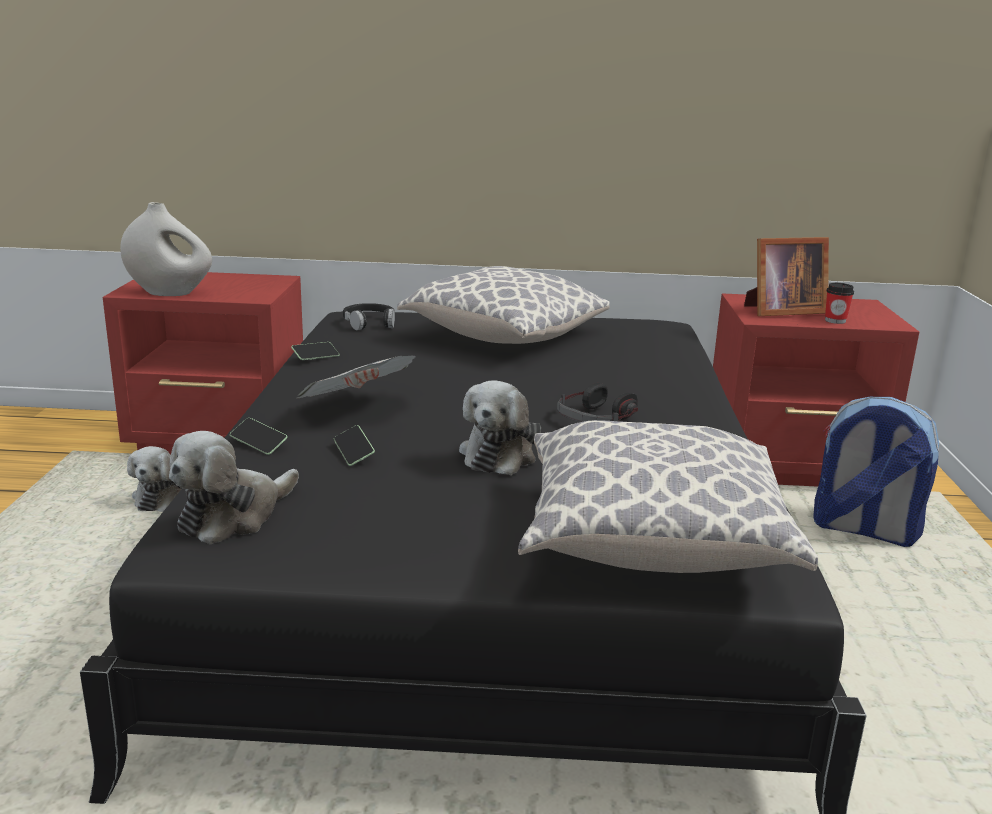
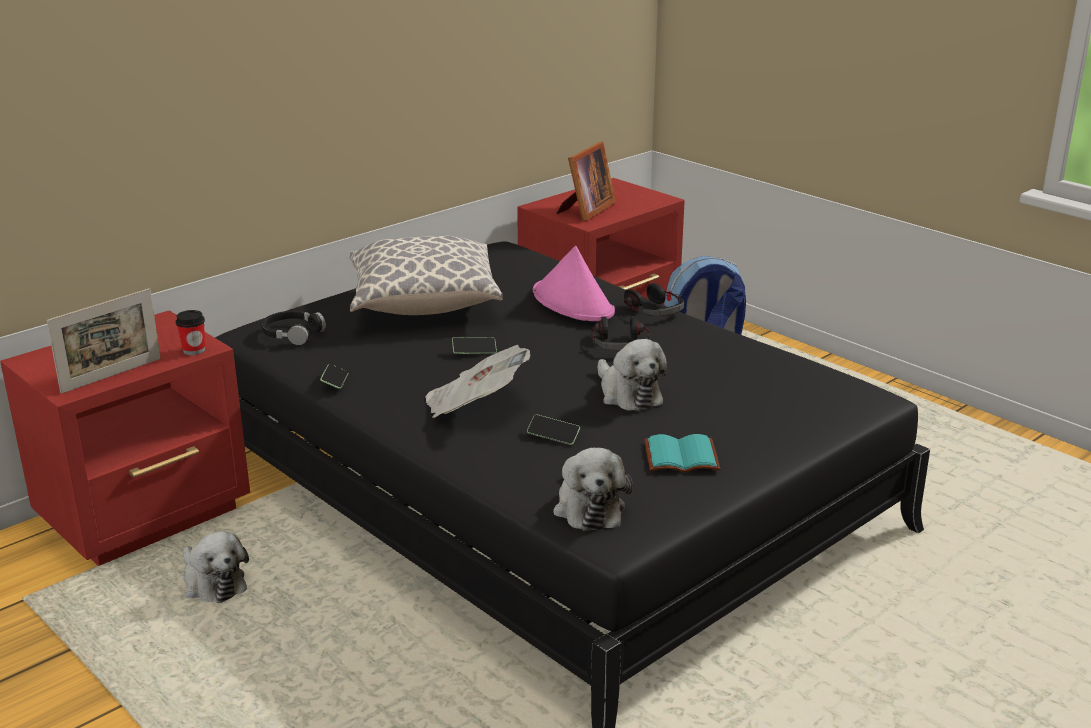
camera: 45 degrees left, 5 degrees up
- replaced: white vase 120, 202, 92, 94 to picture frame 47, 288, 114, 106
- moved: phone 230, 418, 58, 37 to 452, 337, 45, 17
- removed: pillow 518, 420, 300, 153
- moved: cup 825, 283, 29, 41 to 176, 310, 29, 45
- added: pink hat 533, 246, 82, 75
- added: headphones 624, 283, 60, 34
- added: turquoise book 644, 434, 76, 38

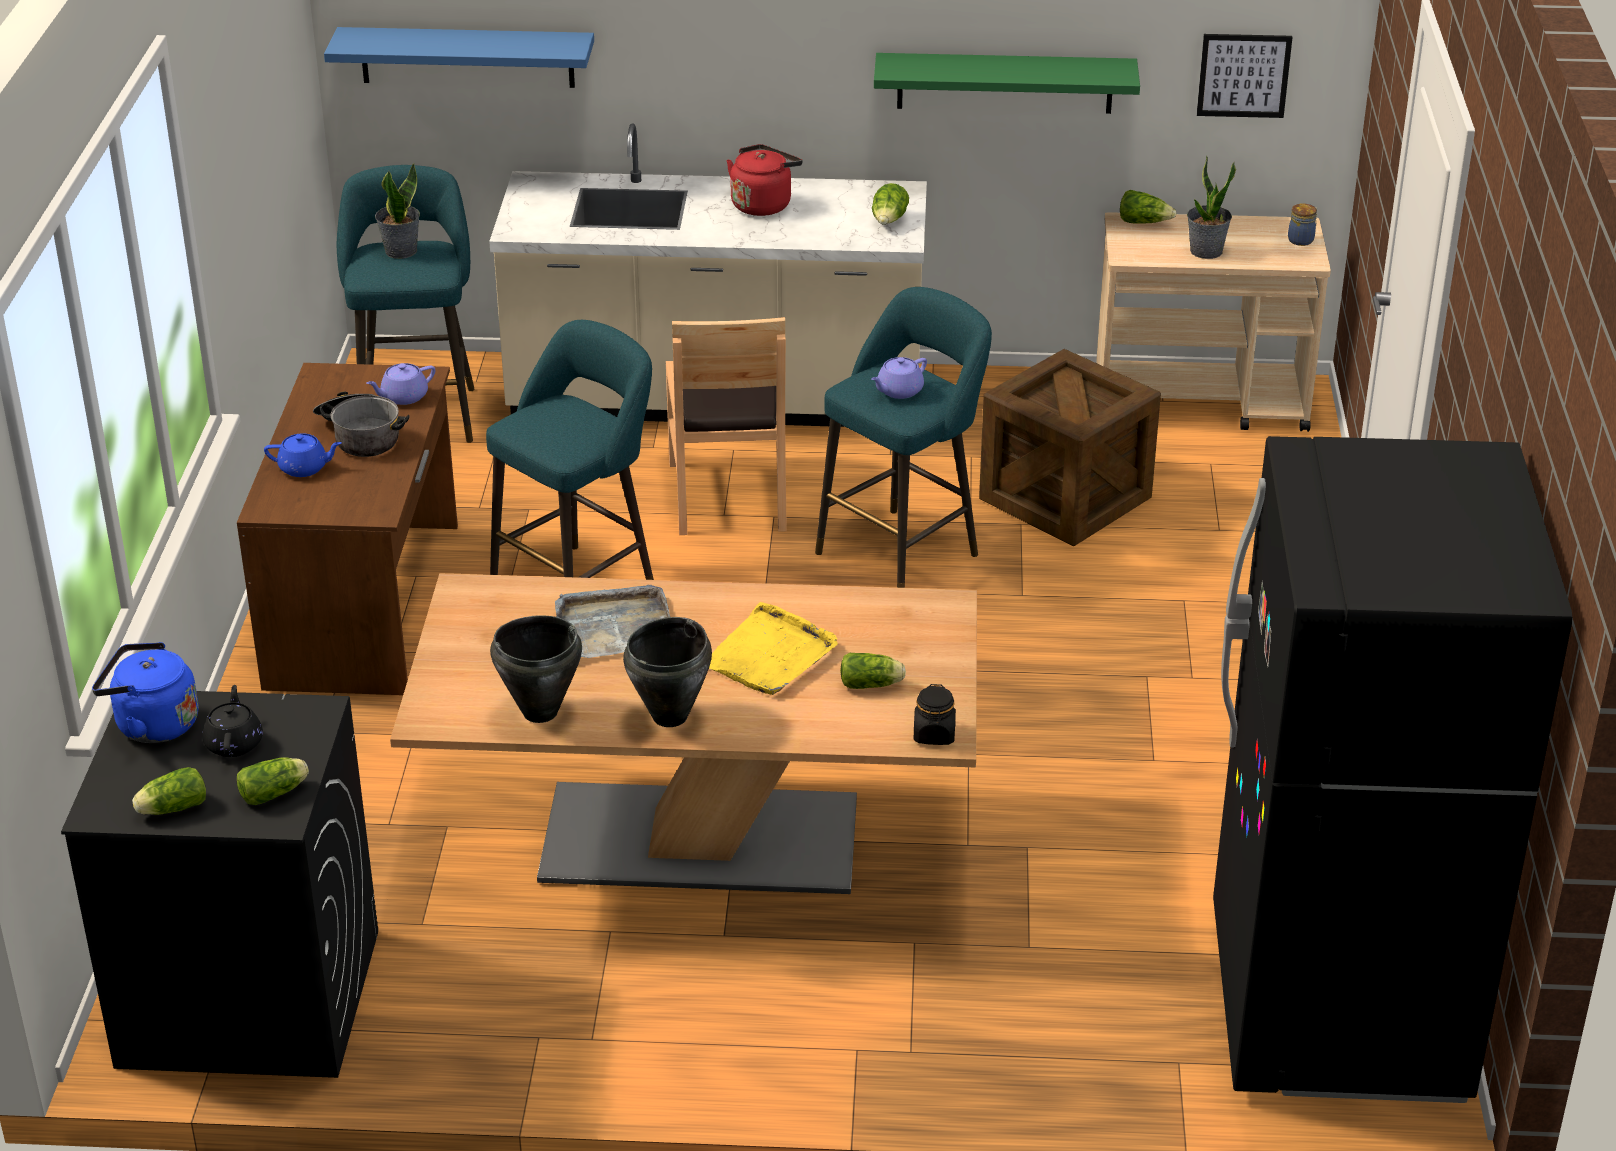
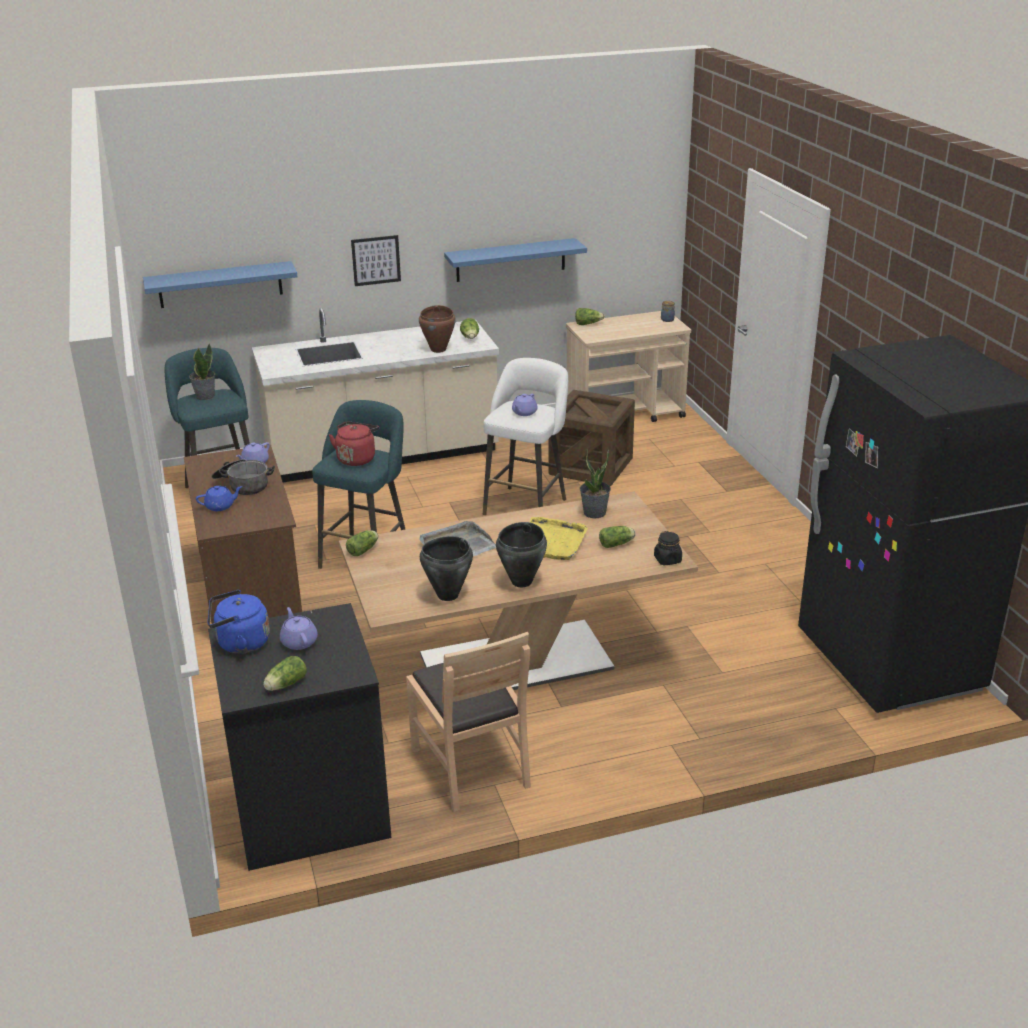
camera: 20 degrees left, 5 degrees down
- recoloured: black teapot 202, 685, 61, 72 to purple teapot 280, 607, 38, 43
- moved: lettuce 237, 757, 72, 48 to 346, 530, 32, 26
- moved: brown chair 666, 317, 121, 218 to 406, 632, 125, 180
- moved: red kettle 727, 144, 75, 72 to 329, 422, 50, 44
- recoloured: turquoise stool 815, 287, 177, 301 to white stool 483, 358, 85, 157
- recoloured: green shelf 874, 53, 266, 61 to blue shelf 444, 238, 143, 44
- moved: potted plant 1187, 155, 49, 104 to 580, 449, 31, 69
- moved: picture 1197, 34, 95, 84 to 351, 235, 50, 51
- added: brown cooking pot 419, 305, 37, 48

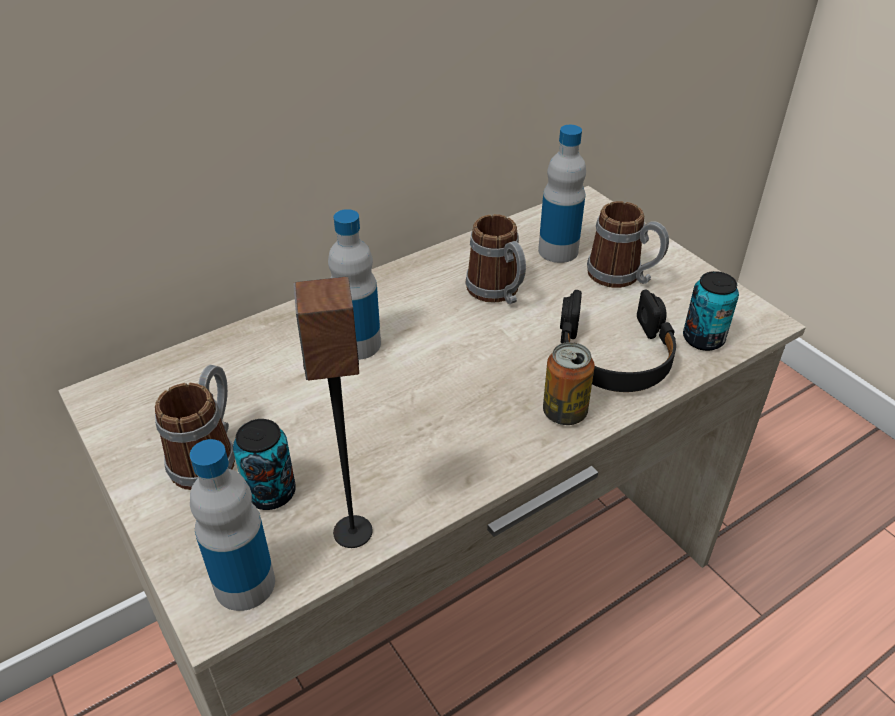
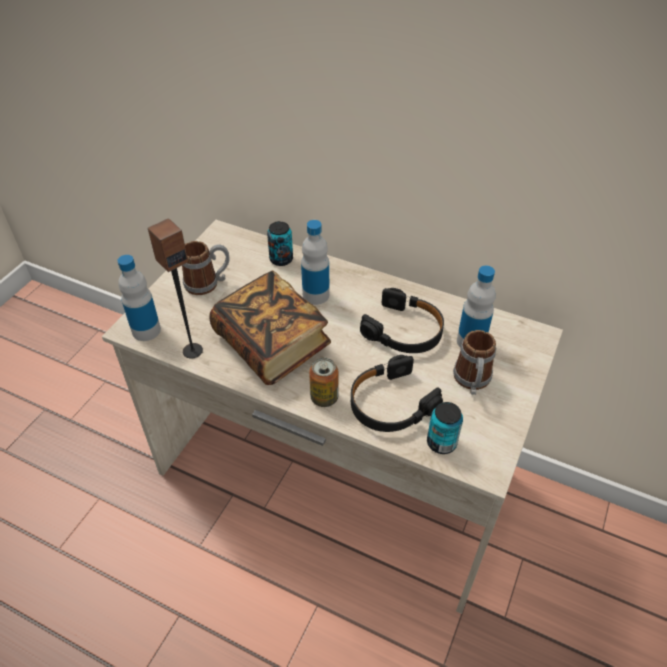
camera: 60 degrees right, 5 degrees up
- moved: can 233, 419, 63, 91 to 267, 221, 26, 45
- replaced: mug 465, 214, 61, 90 to black headphones 360, 288, 84, 65
- added: book 209, 271, 122, 114

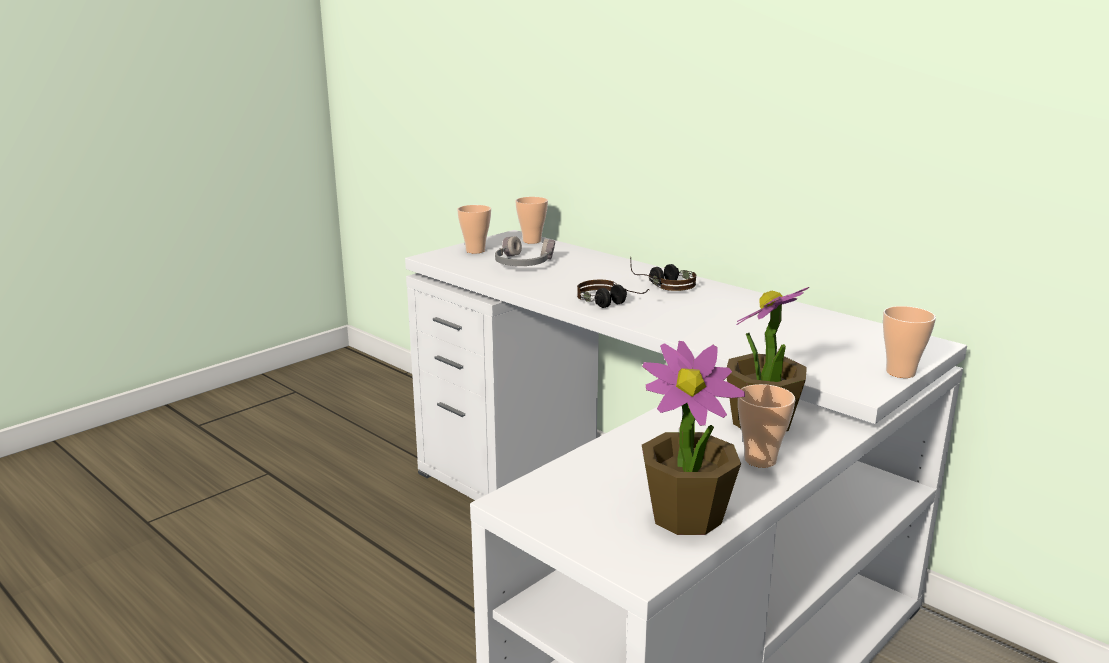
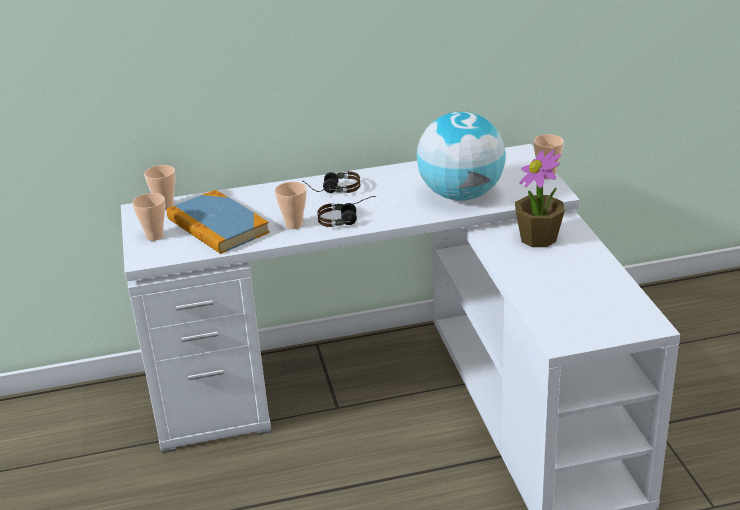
camera: 55 degrees left, 10 degrees up
- replaced: grey headphones 495, 236, 60, 30 to book 167, 190, 103, 64
- removed: potted plant 642, 341, 103, 194
- moved: cup 738, 384, 57, 84 to 275, 182, 31, 47
- added: globe 417, 111, 89, 90

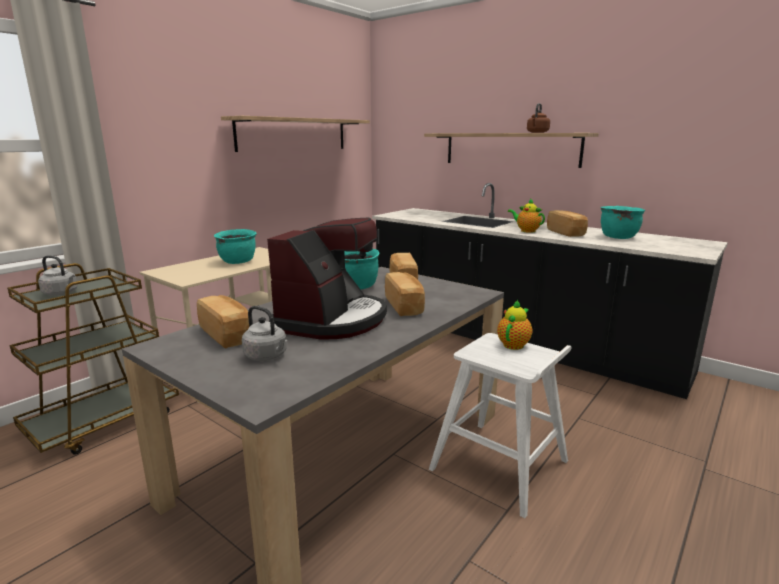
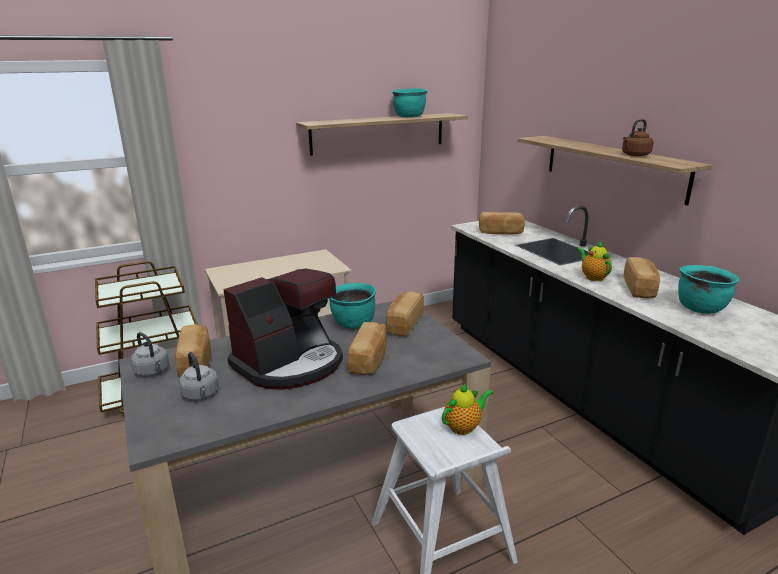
camera: 25 degrees right, 5 degrees up
- moved: grey kettle 38, 255, 40, 41 to 131, 332, 38, 45
- moved: turquoise cooking pot 214, 229, 43, 35 to 392, 88, 36, 29
- added: bread 479, 212, 46, 22

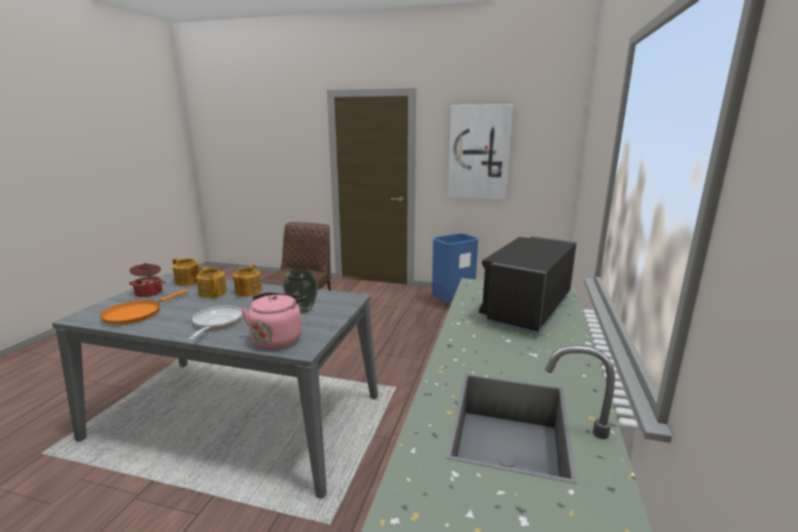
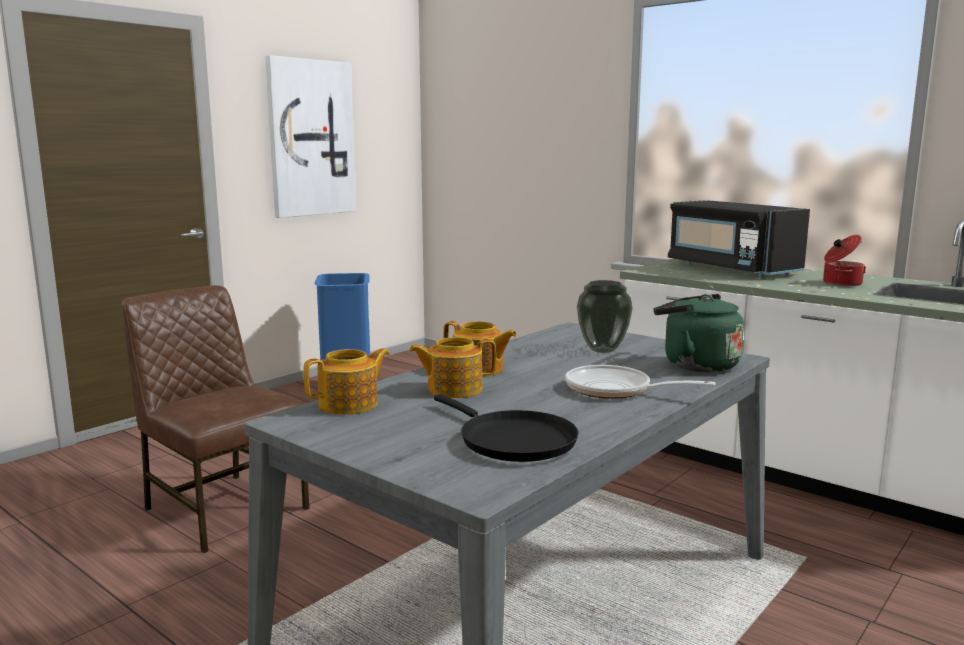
camera: 65 degrees left, 5 degrees down
- recoloured: orange frying pan 100, 290, 88, 35 to black frying pan 434, 394, 144, 68
- moved: cooking pot 129, 263, 36, 34 to 823, 235, 43, 51
- recoloured: pink kettle 241, 292, 66, 57 to green kettle 654, 294, 90, 78

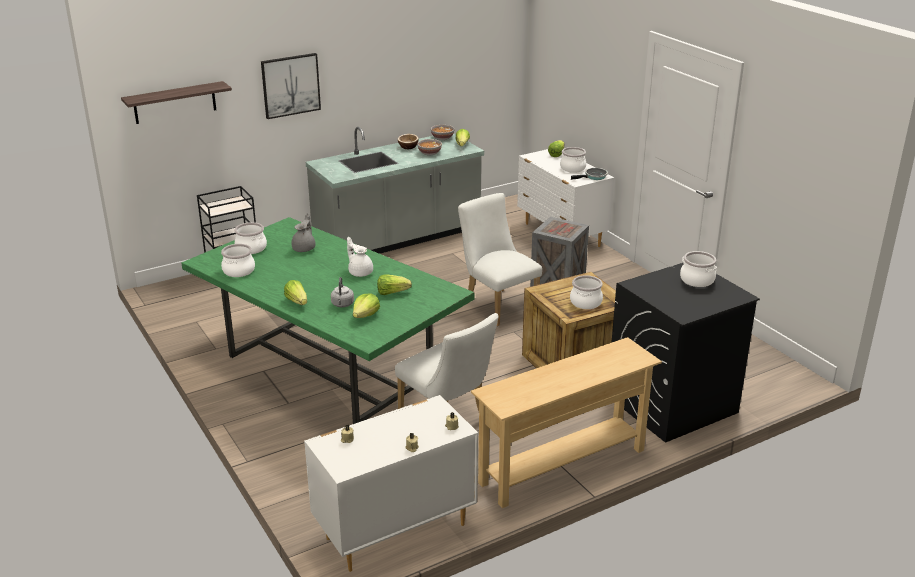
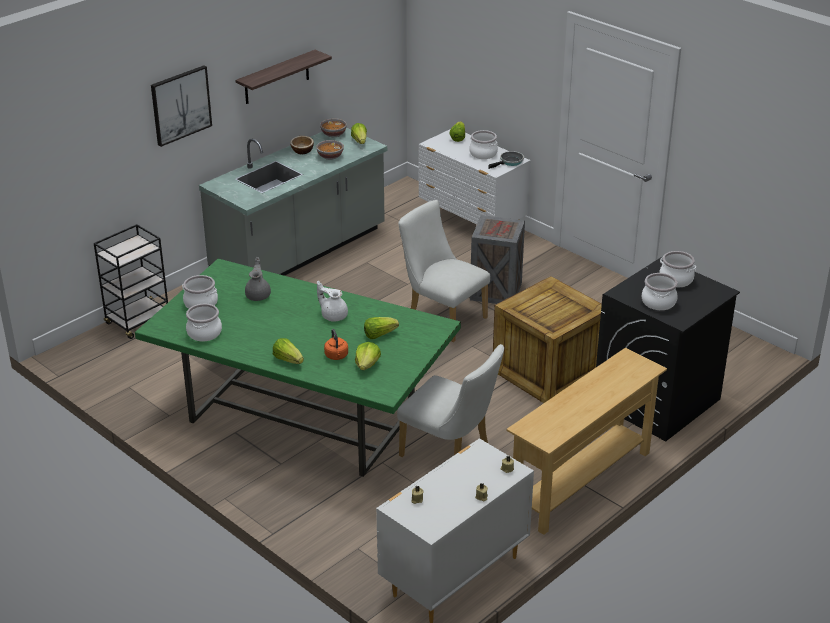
camera: 15 degrees left, 5 degrees up
- moved: shelf 121, 81, 111, 43 to 236, 50, 96, 54
- recoloured: grey kettle 331, 277, 23, 30 to orange kettle 324, 329, 24, 31
- moved: cooking pot 570, 275, 33, 34 to 642, 273, 36, 37

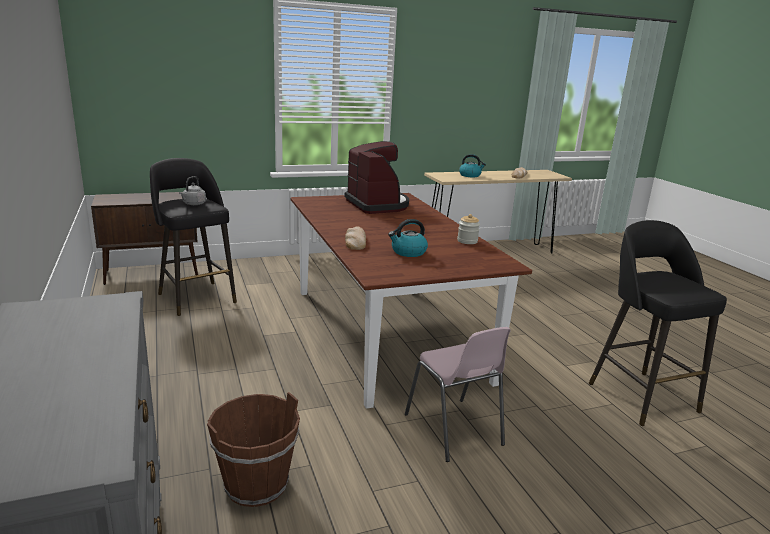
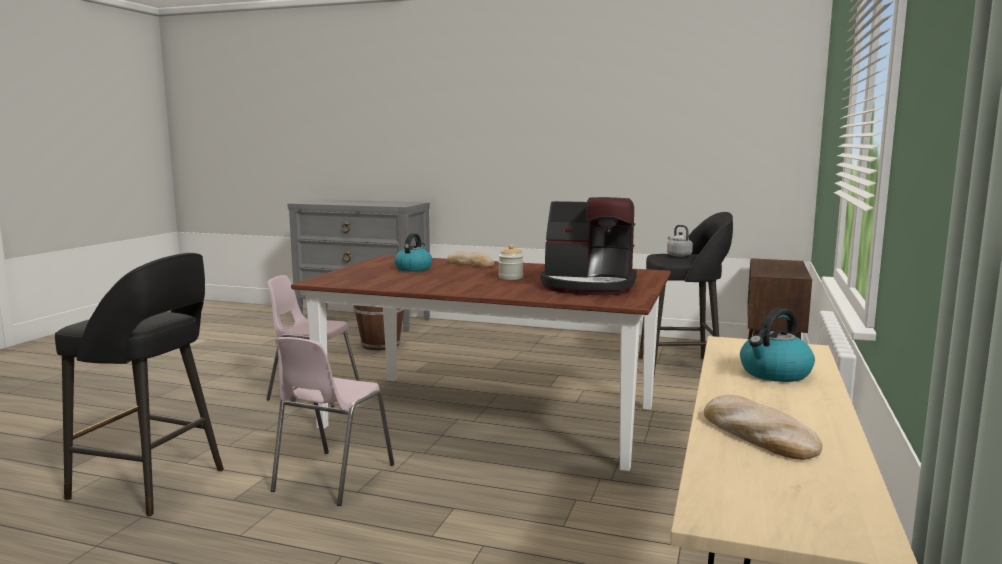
camera: 130 degrees right, 10 degrees down
- moved: jar 457, 214, 23, 30 to 499, 244, 24, 36
- added: pink chair 271, 337, 123, 169

